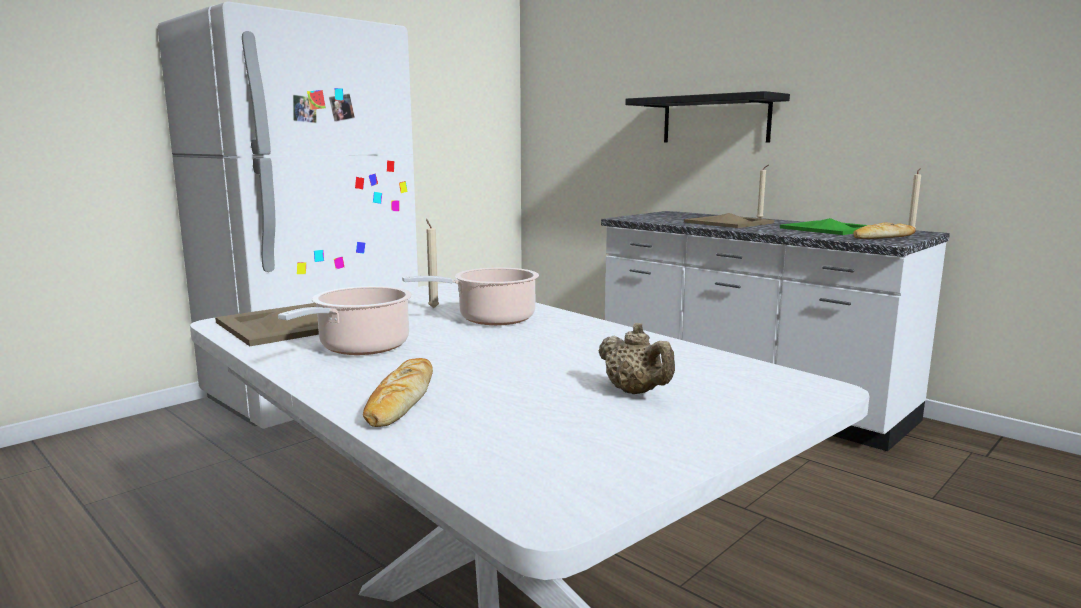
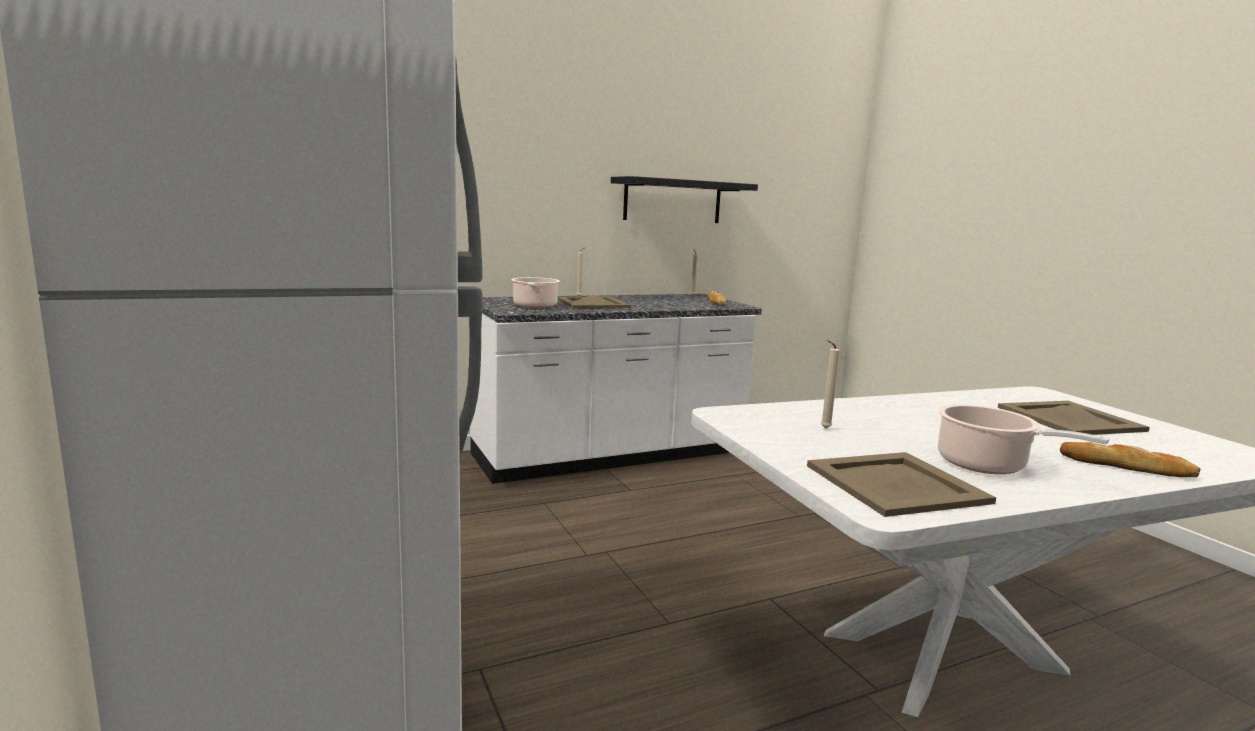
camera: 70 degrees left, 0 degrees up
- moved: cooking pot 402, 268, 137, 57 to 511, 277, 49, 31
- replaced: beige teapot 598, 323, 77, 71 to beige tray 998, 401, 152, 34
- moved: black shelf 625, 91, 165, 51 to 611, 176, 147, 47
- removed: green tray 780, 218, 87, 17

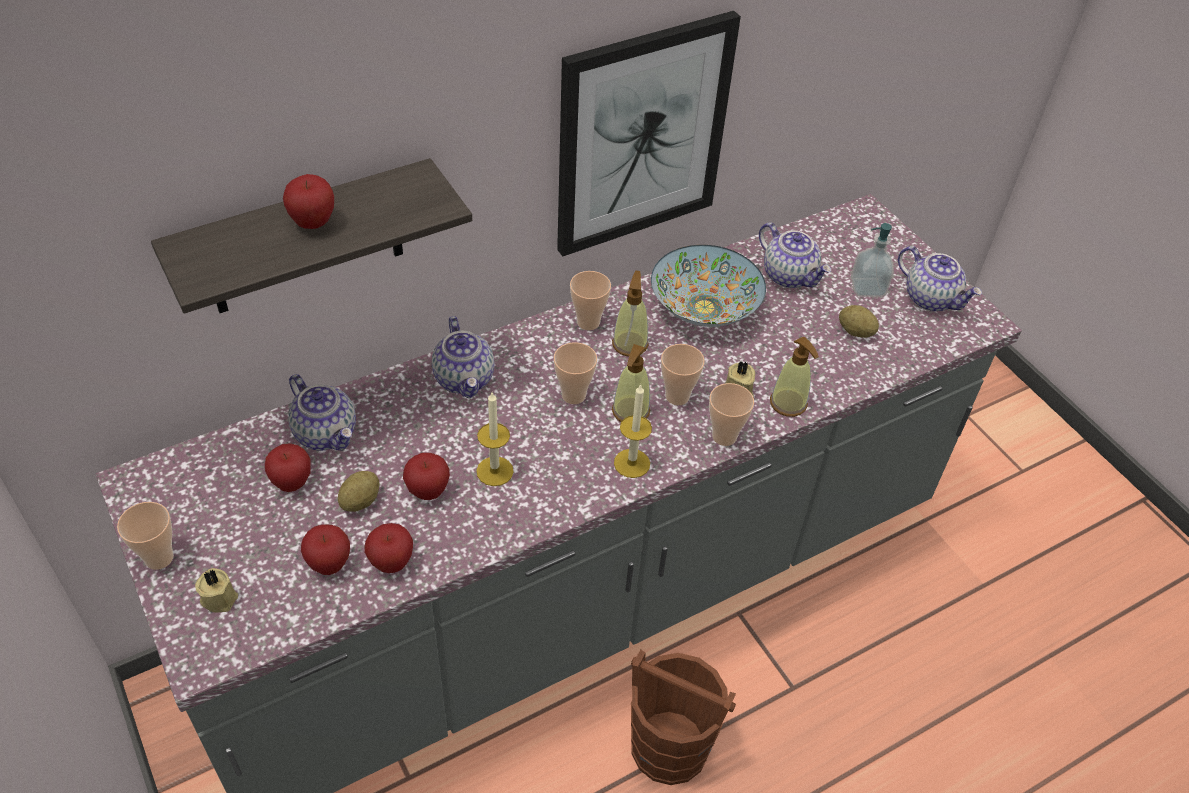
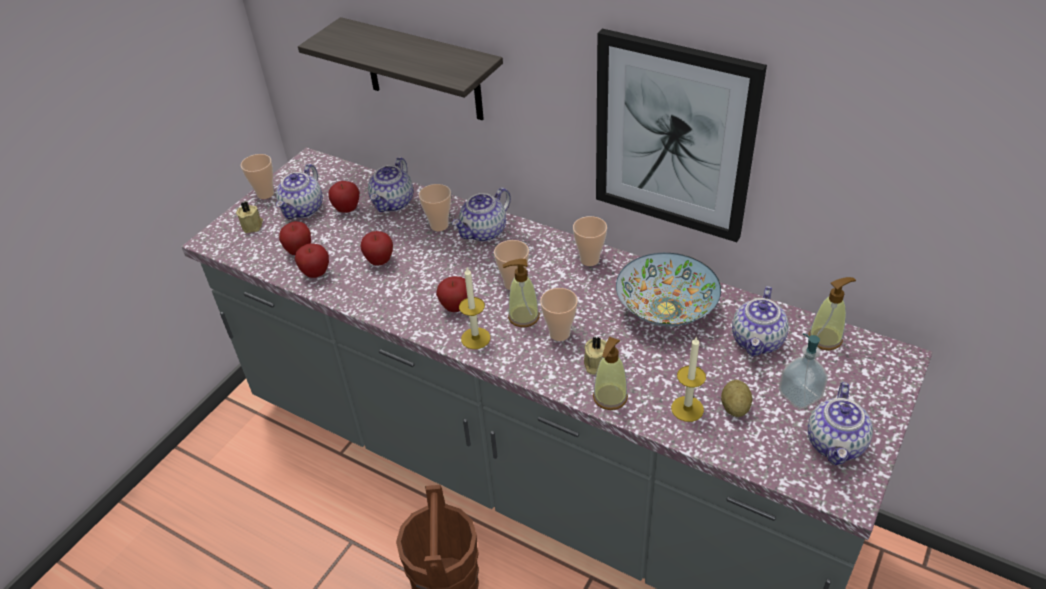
camera: 65 degrees right, 5 degrees down
- moved: apple 283, 174, 51, 55 to 436, 276, 31, 36
- removed: potato 338, 471, 42, 41
- moved: candle 476, 392, 38, 94 to 671, 336, 35, 86
- moved: soap dispenser 612, 271, 36, 86 to 808, 277, 48, 73
- moved: cup 709, 383, 45, 63 to 419, 184, 32, 47
- added: teapot 276, 164, 47, 55

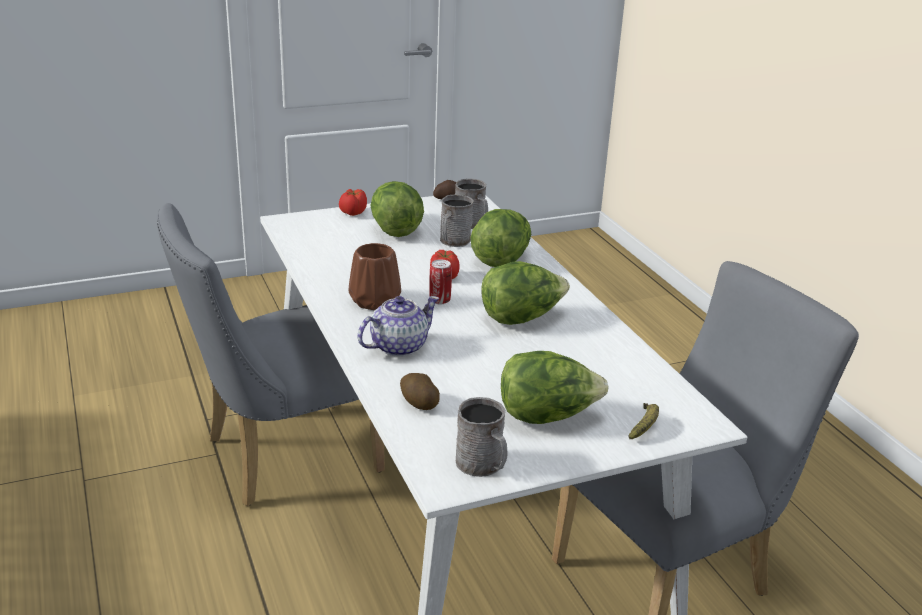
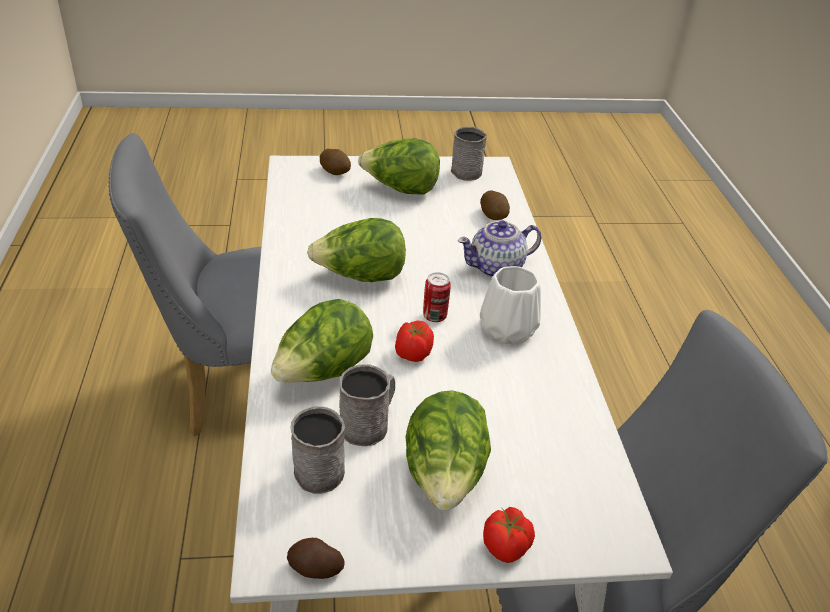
camera: 165 degrees left, 10 degrees up
- recoloured: brown vase 348, 243, 53, 67 to white vase 480, 266, 61, 78
- replaced: banana 629, 403, 30, 36 to potato 320, 149, 31, 26

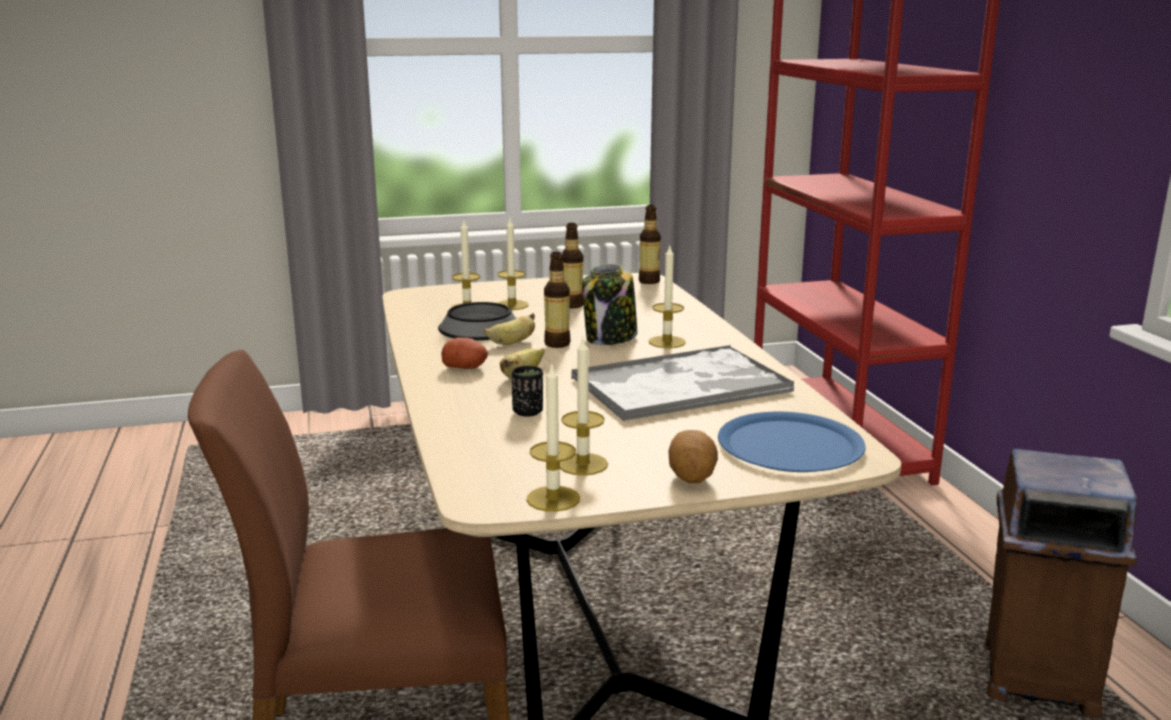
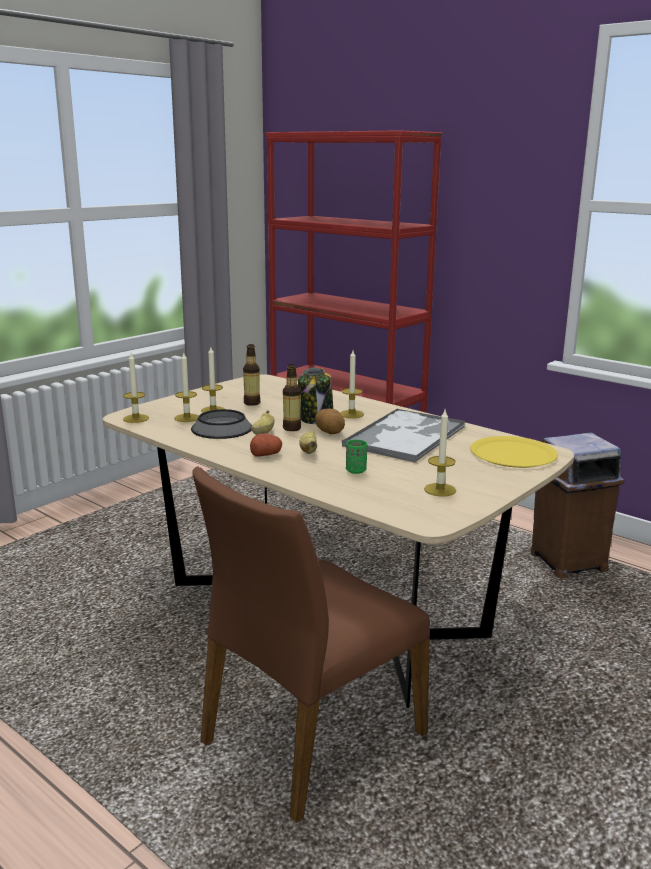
camera: 35 degrees left, 0 degrees up
- recoloured: black cup 512, 366, 31, 51 to green cup 346, 440, 21, 34
- moved: candle 527, 365, 53, 147 to 123, 353, 26, 70
- removed: bottle 639, 205, 22, 79
- moved: potato 668, 430, 50, 53 to 315, 408, 30, 26
- recoloured: blue plate 718, 412, 148, 60 to yellow plate 470, 436, 88, 32

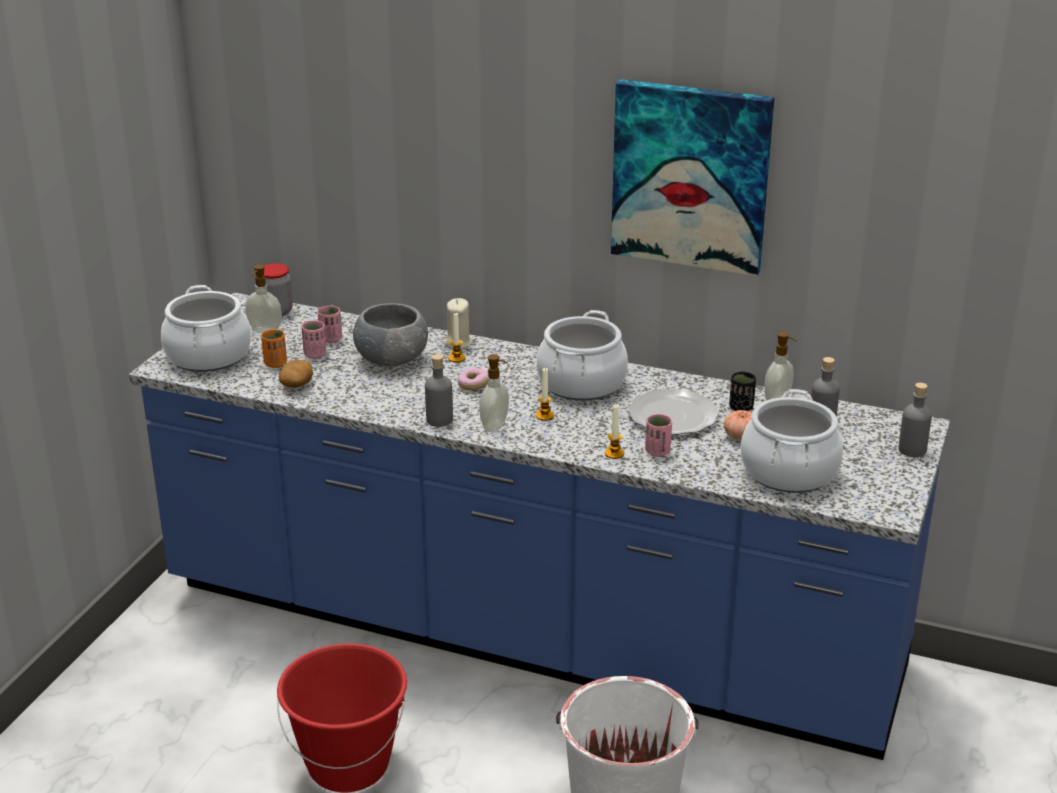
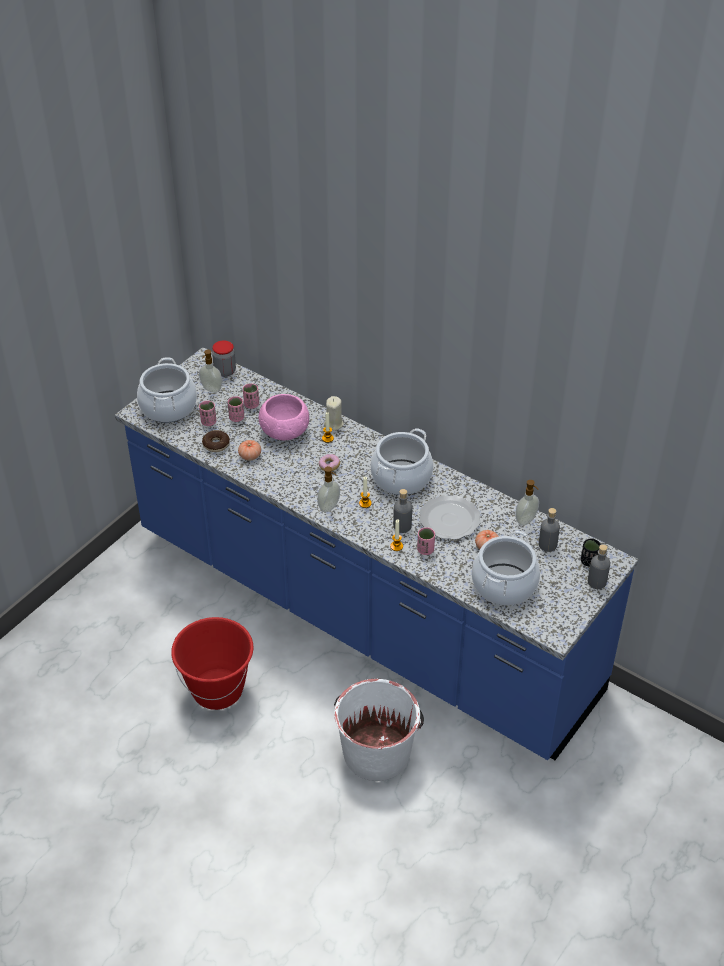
camera: 15 degrees right, 15 degrees up
- recoloured: orange cup 261, 329, 26, 39 to pink cup 199, 401, 17, 25
- replaced: potato 279, 360, 34, 28 to donut 202, 430, 28, 22
- recoloured: grey bowl 353, 303, 75, 63 to pink bowl 259, 394, 50, 46
- moved: grey bottle 425, 354, 28, 73 to 393, 489, 19, 44
- removed: picture 611, 79, 164, 197
- moved: black cup 729, 371, 27, 40 to 581, 538, 20, 28
- added: tomato 238, 440, 23, 21

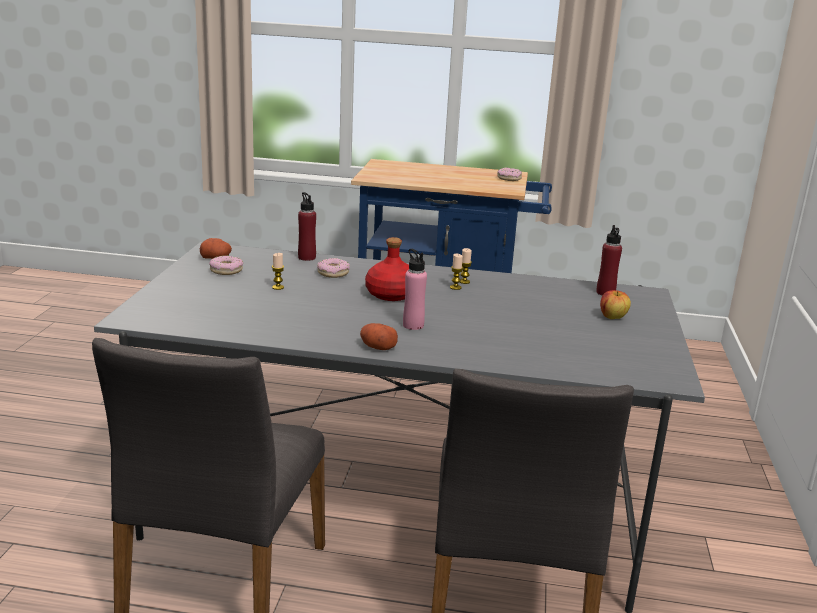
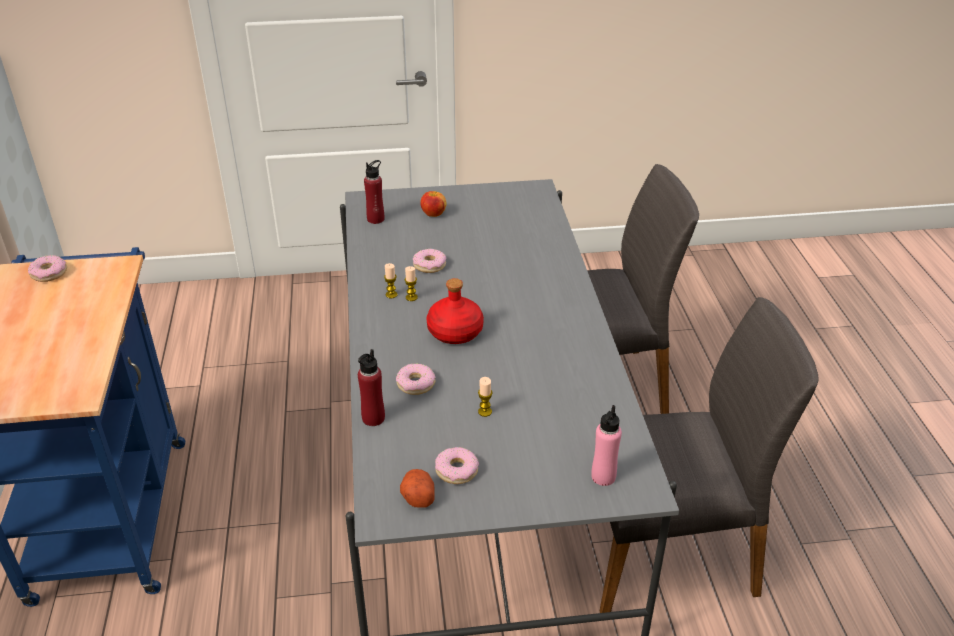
camera: 105 degrees left, 15 degrees up
- removed: potato 360, 323, 38, 27
- moved: pink bottle 403, 249, 24, 81 to 591, 405, 31, 81
- added: donut 413, 249, 33, 24

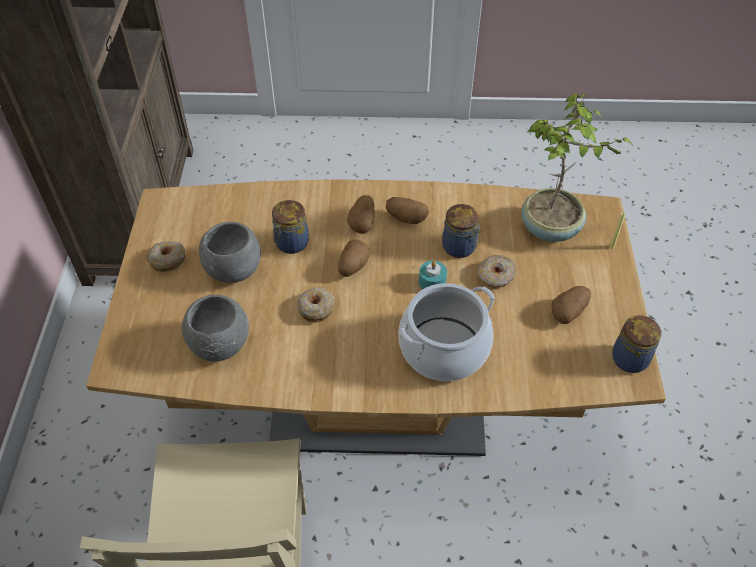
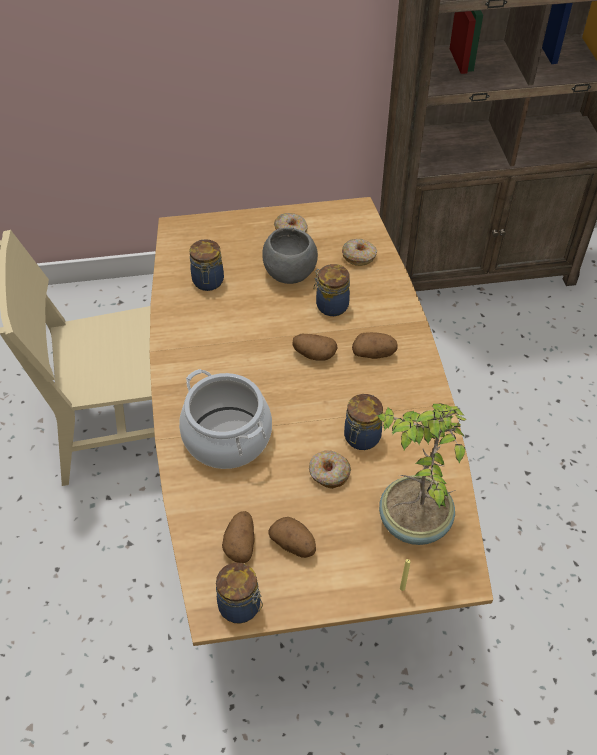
camera: 80 degrees right, 0 degrees up
- replaced: grey bowl 182, 295, 67, 67 to jar 189, 239, 35, 52
- moved: donut 297, 287, 38, 36 to 342, 238, 35, 28
- moved: potato 386, 197, 43, 27 to 222, 511, 32, 52
- removed: turquoise candle 419, 261, 28, 29

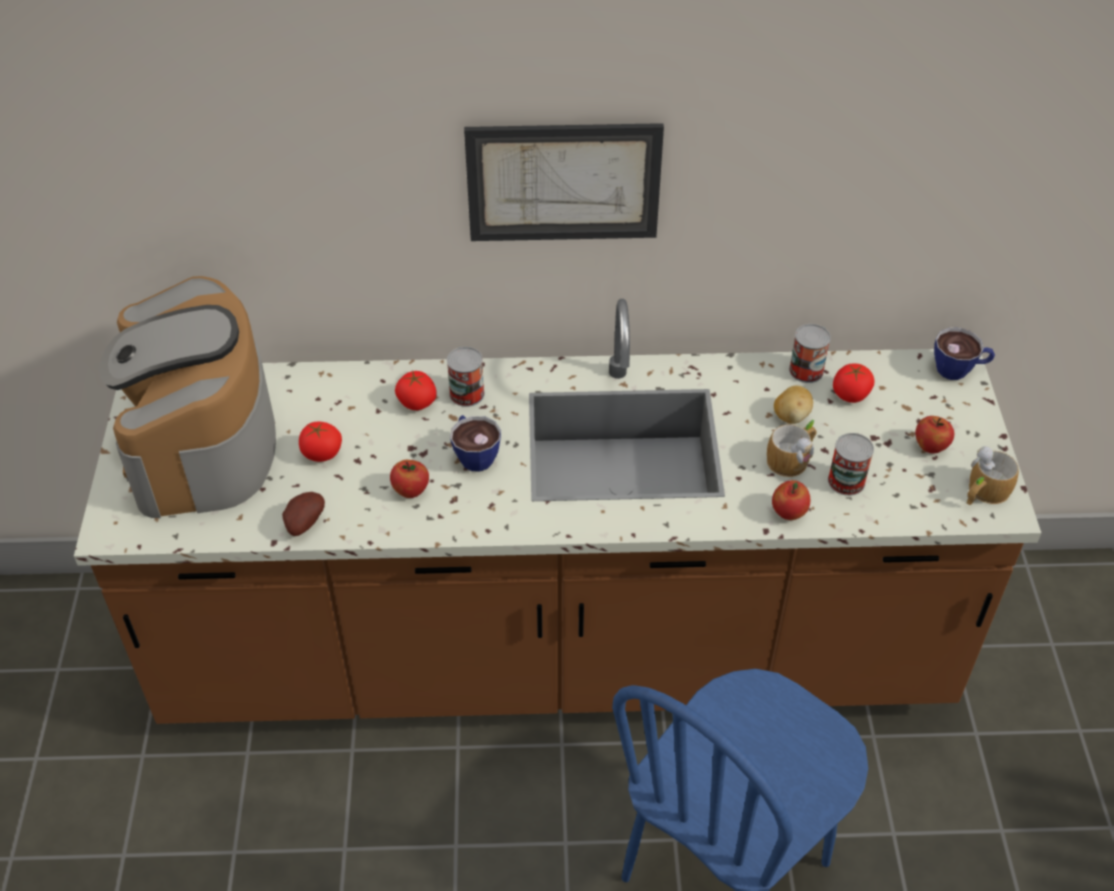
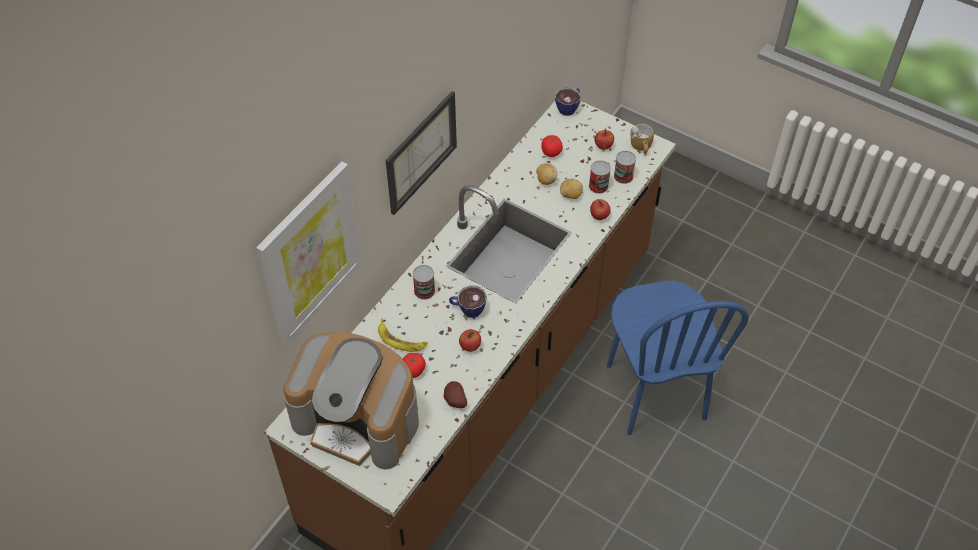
camera: 55 degrees left, 5 degrees up
- removed: tomato 395, 371, 42, 39
- replaced: mug 767, 420, 50, 57 to potato 560, 179, 23, 20
- moved: can 789, 324, 42, 59 to 614, 151, 22, 33
- added: picture 256, 161, 106, 185
- added: banana 378, 319, 50, 33

